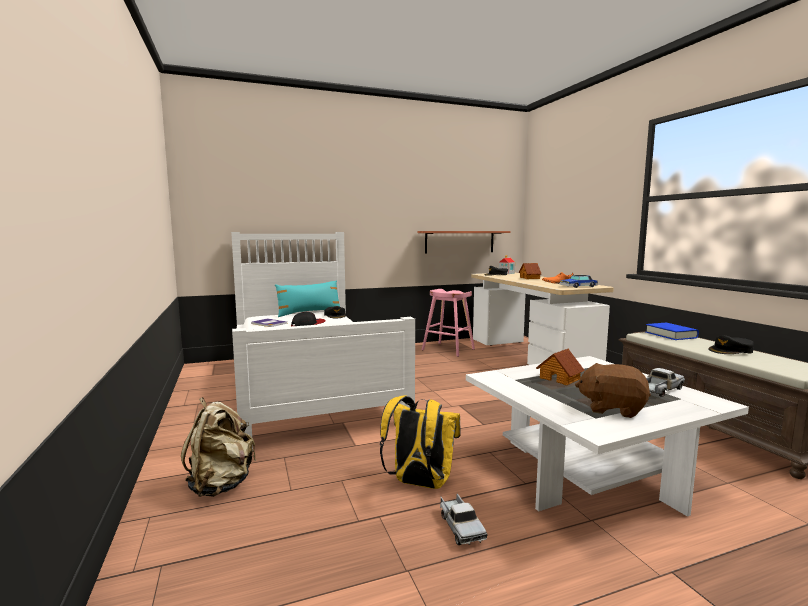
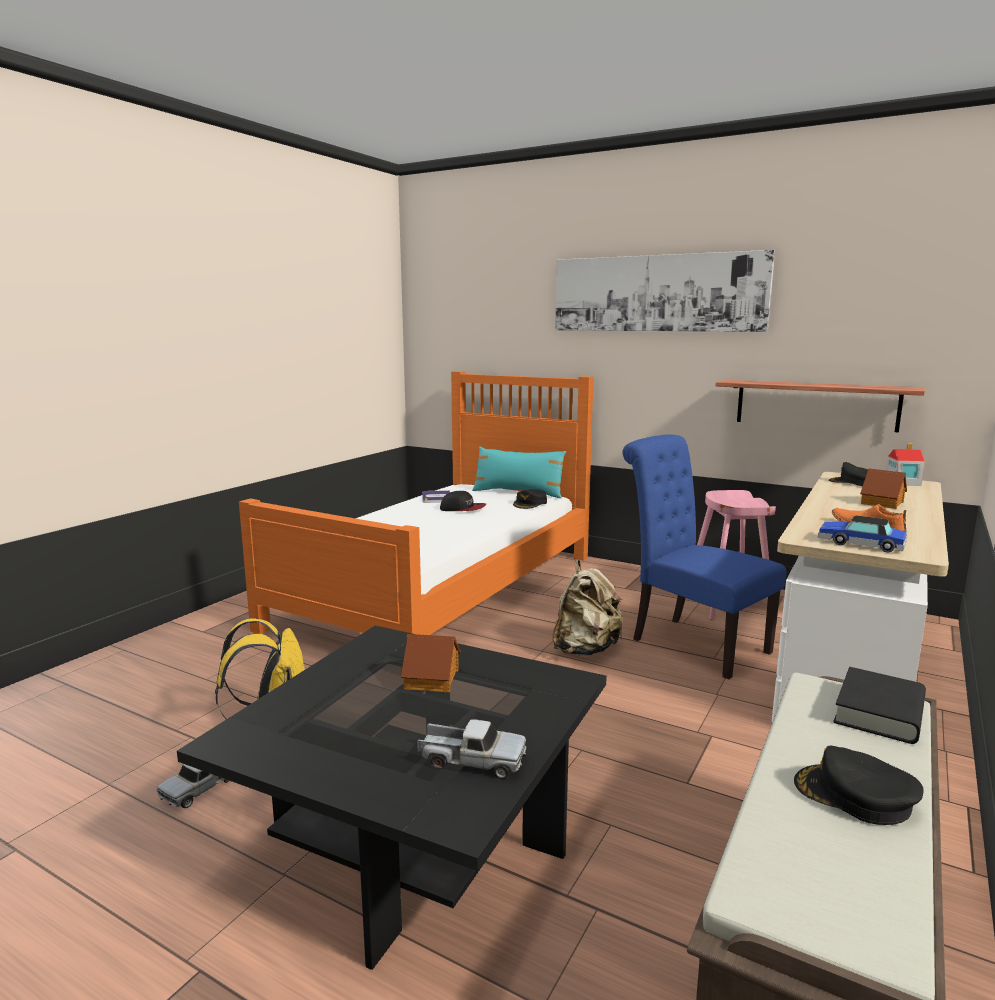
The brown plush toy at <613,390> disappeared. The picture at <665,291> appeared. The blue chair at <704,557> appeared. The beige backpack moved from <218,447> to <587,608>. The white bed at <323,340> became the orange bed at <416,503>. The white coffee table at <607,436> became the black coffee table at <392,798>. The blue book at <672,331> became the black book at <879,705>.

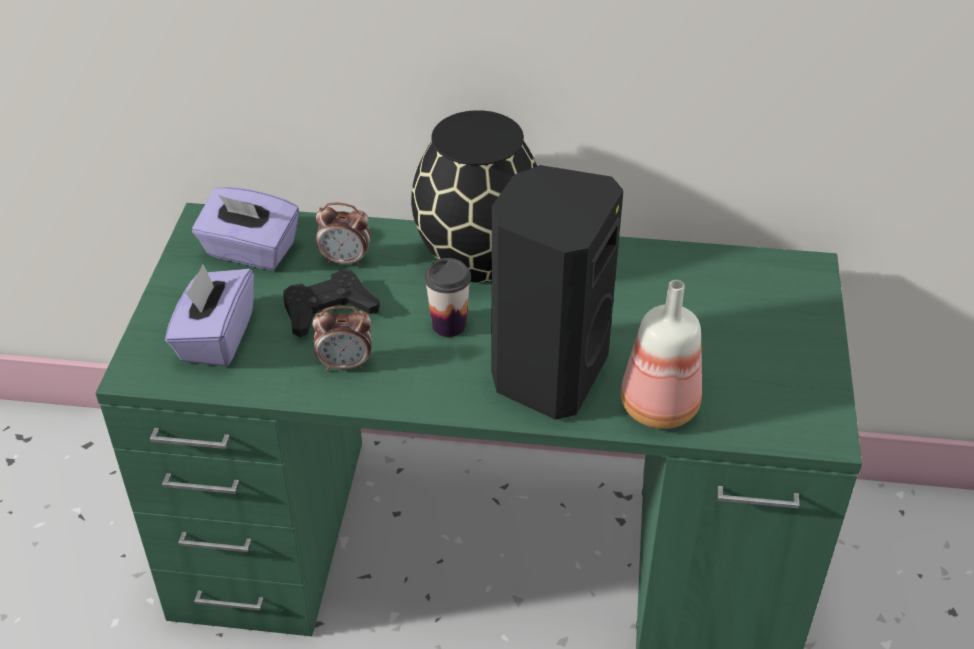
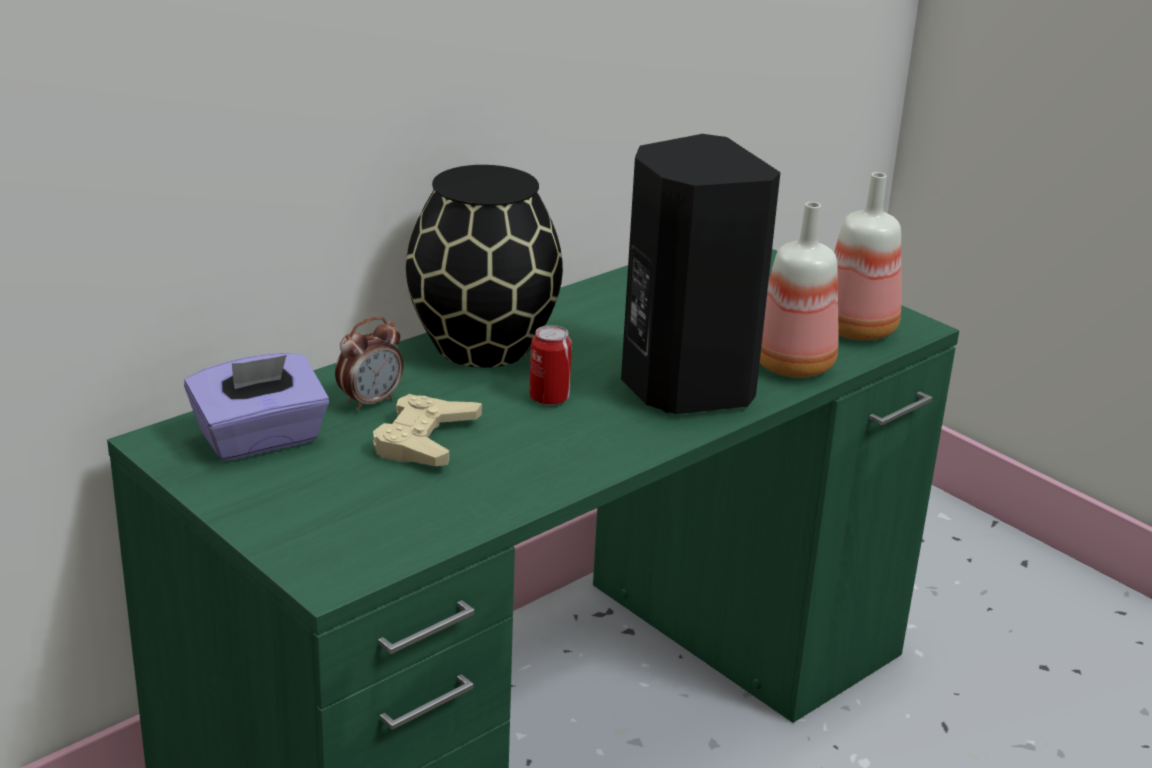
The purple tissue box at <209,316> disappeared. The alarm clock at <342,338> disappeared. The bottle at <868,256> appeared. The cup at <447,297> was replaced by the can at <550,365>. The black game controller at <331,304> became the beige game controller at <427,430>.

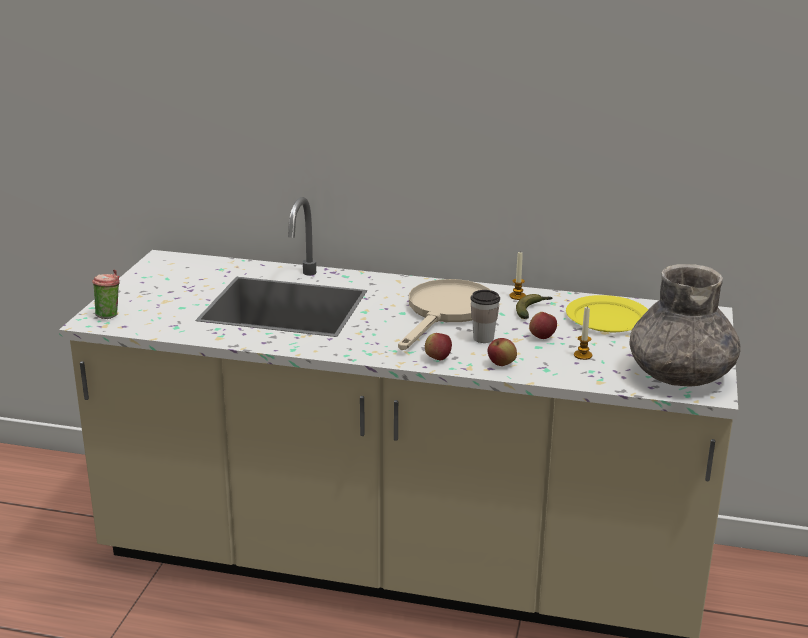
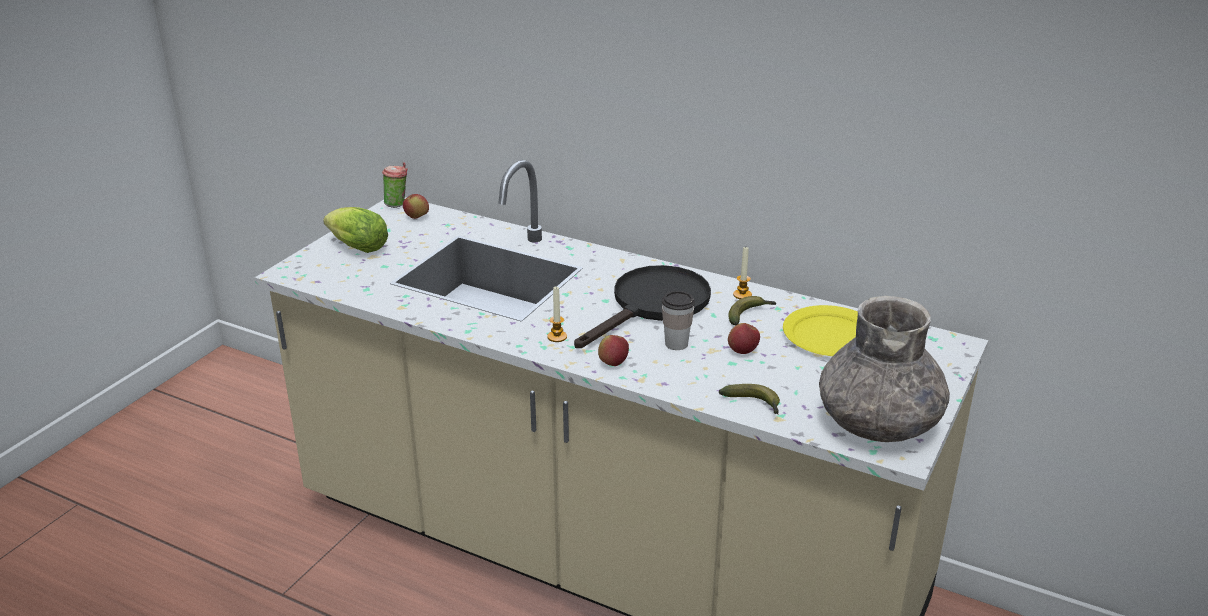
The lettuce at <355,230> appeared. The banana at <749,399> appeared. The cup moved from <105,294> to <395,185>. The apple moved from <502,352> to <416,206>. The candle moved from <583,333> to <557,314>. The beige frying pan at <444,314> became the black frying pan at <642,306>.

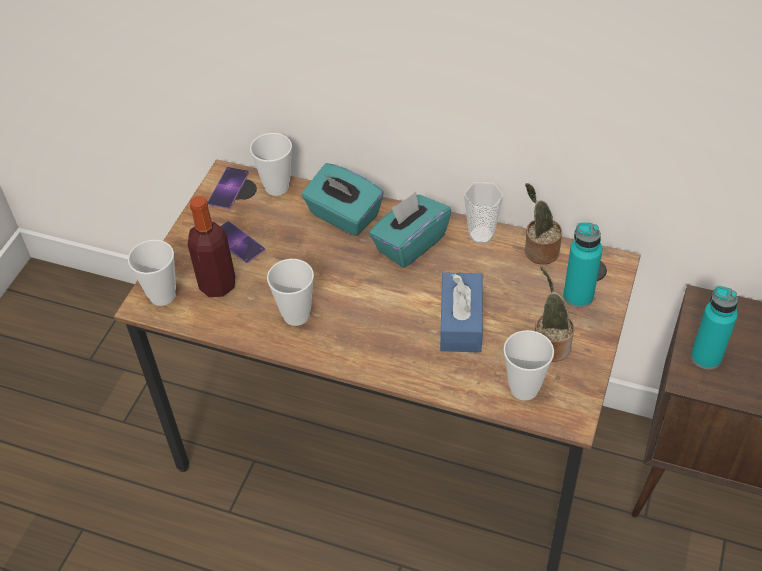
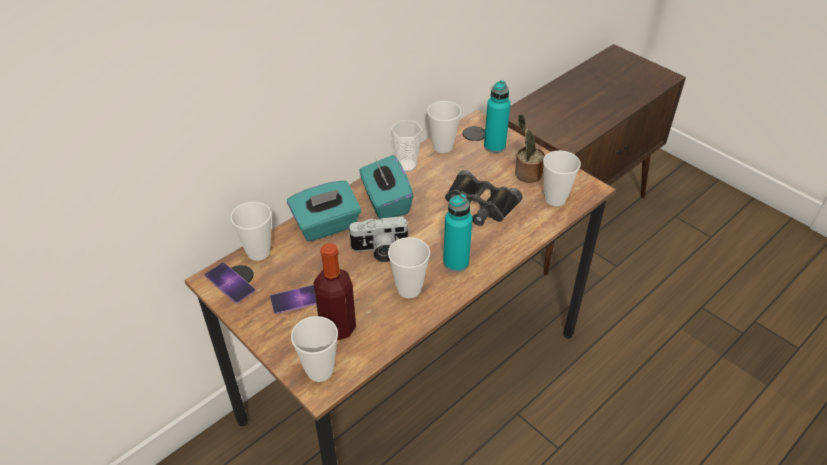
The photo camera at <379,239> appeared. The turquoise bottle moved from <714,328> to <458,233>. The blue tissue box at <461,312> was replaced by the black binoculars at <484,198>. The potted plant at <543,223> was replaced by the cup at <444,127>.

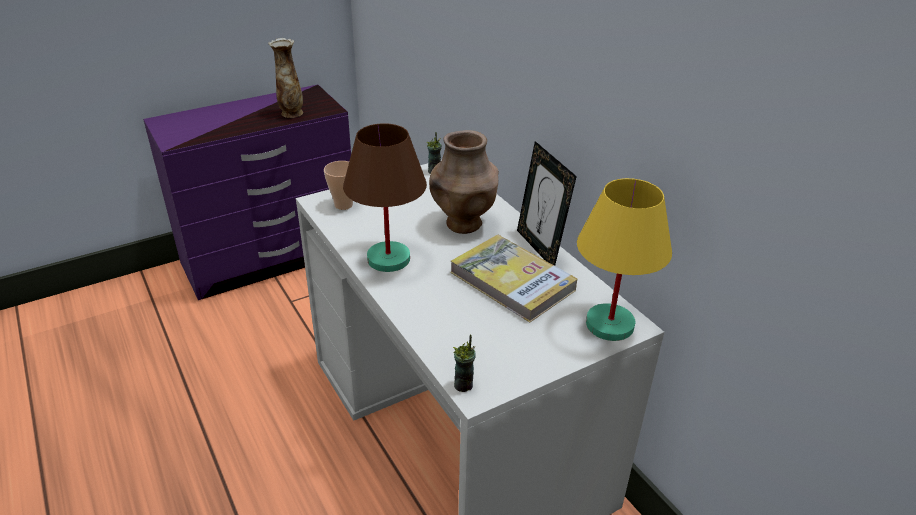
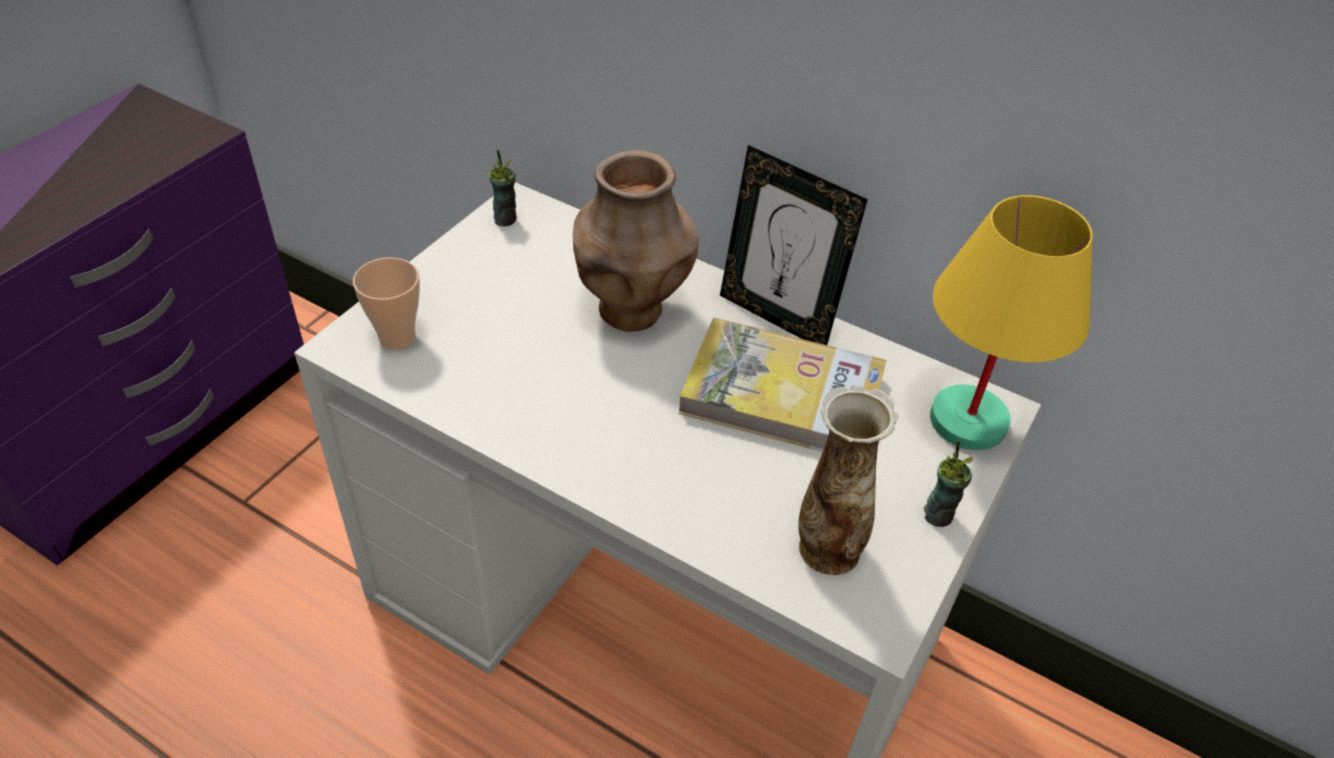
The brown table lamp at <385,197> disappeared. The vase moved from <285,78> to <848,480>. The cup moved from <464,363> to <948,484>.

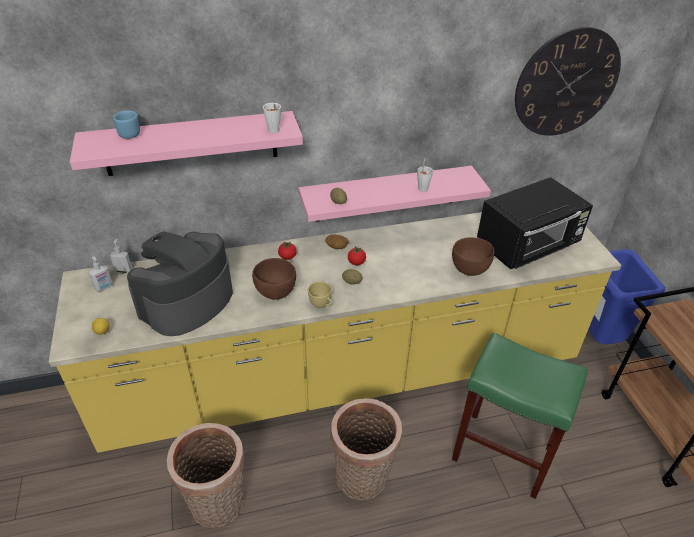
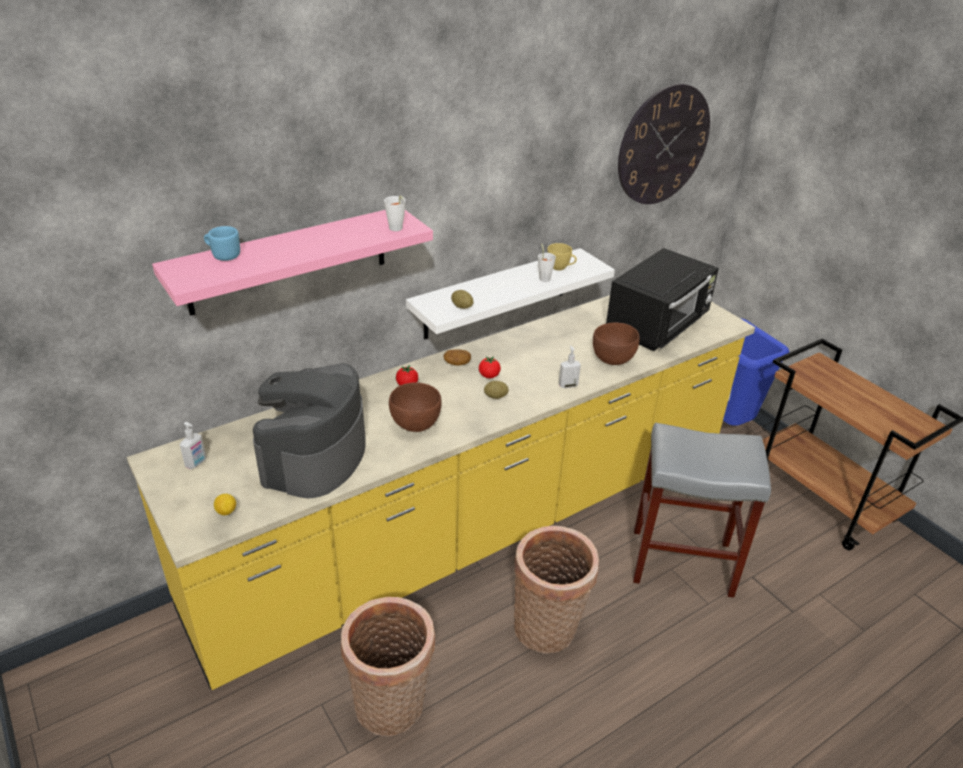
The soap dispenser moved from <121,256> to <570,366>. The yellow cup moved from <320,294> to <562,256>. The pink shelf at <395,194> became the white shelf at <510,293>. The green stool at <520,416> became the grey stool at <702,510>.

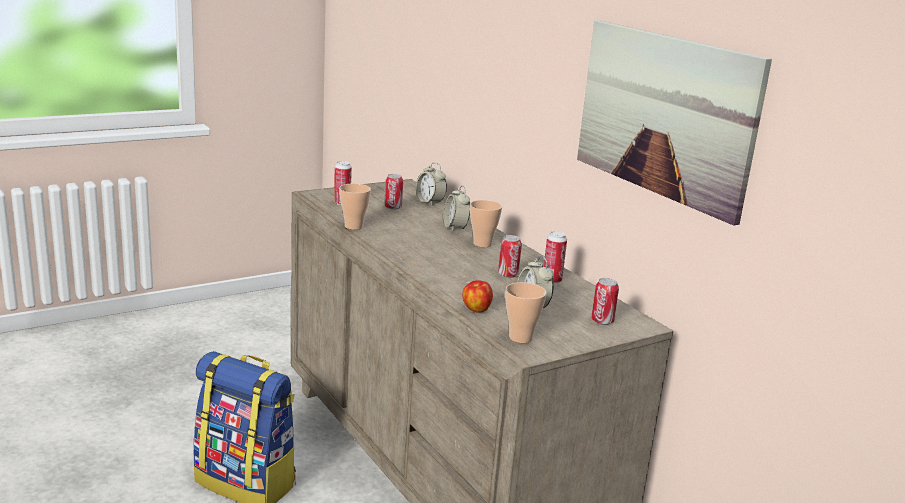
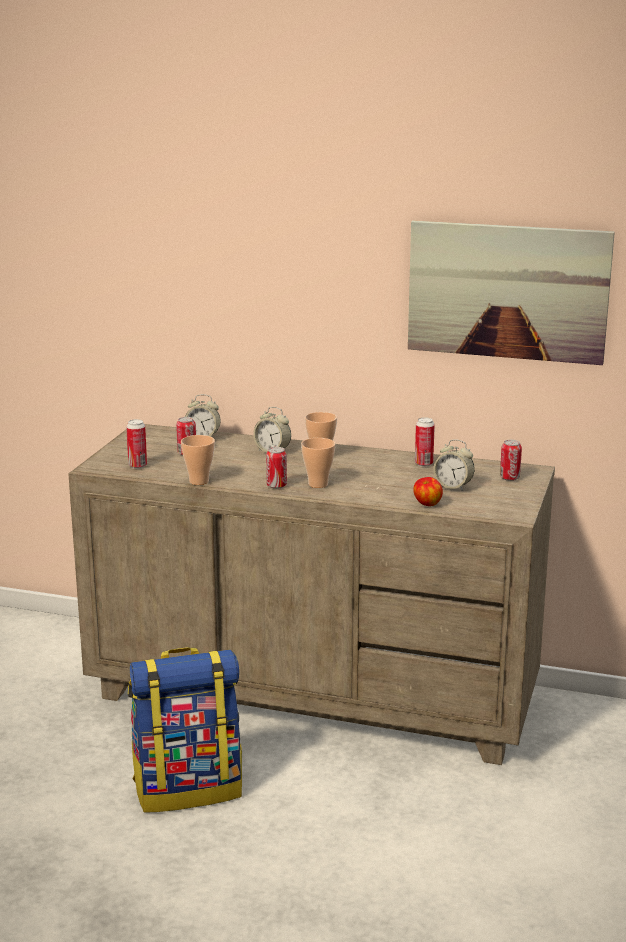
The can moved from <510,256> to <276,468>. The cup moved from <526,312> to <318,463>.

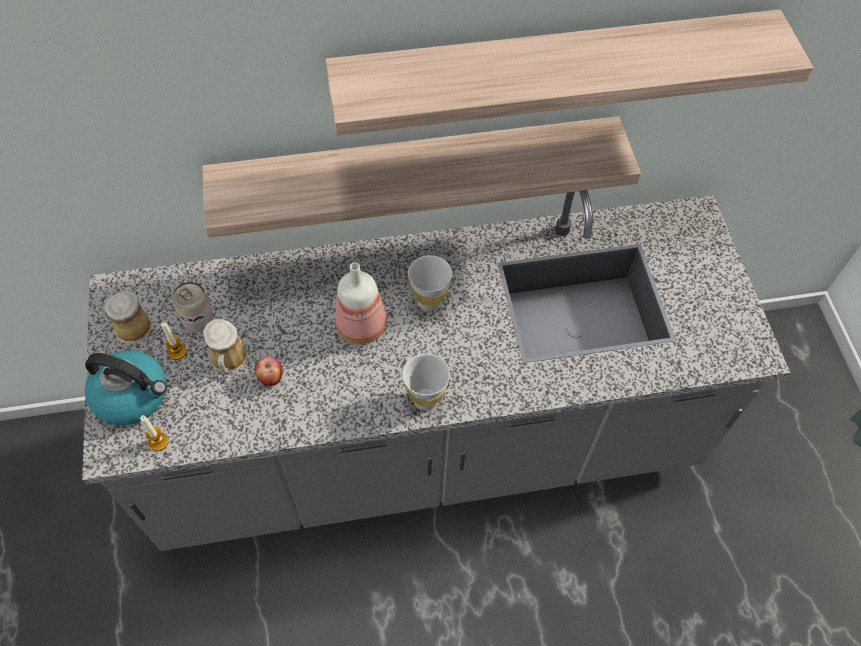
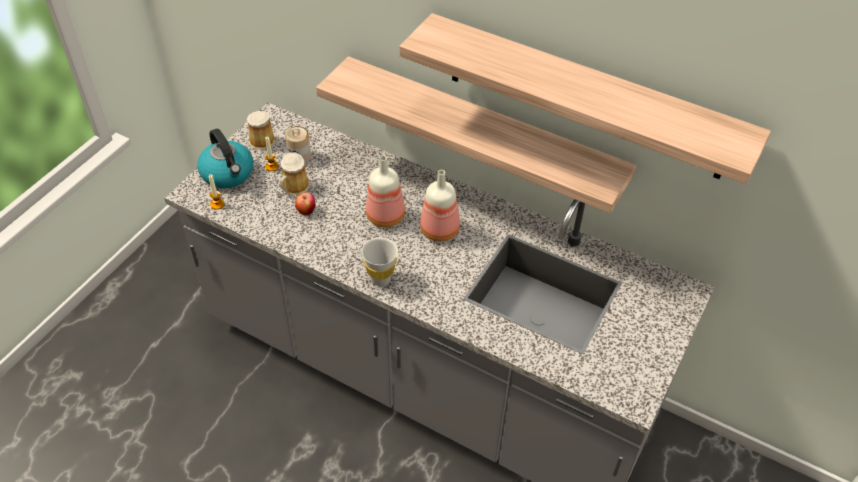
The white cup at <430,283> was replaced by the bottle at <440,205>.

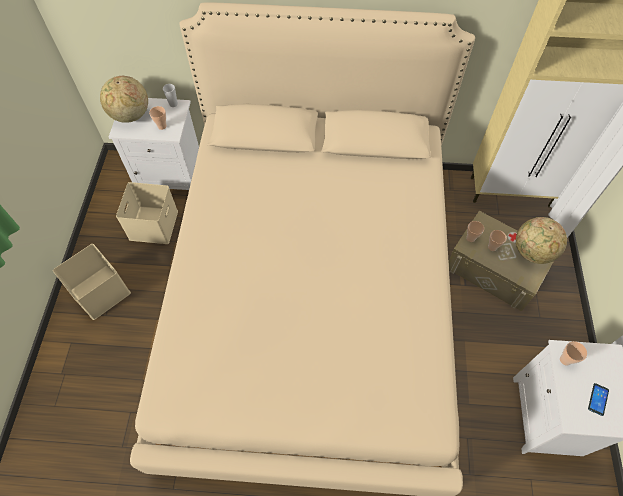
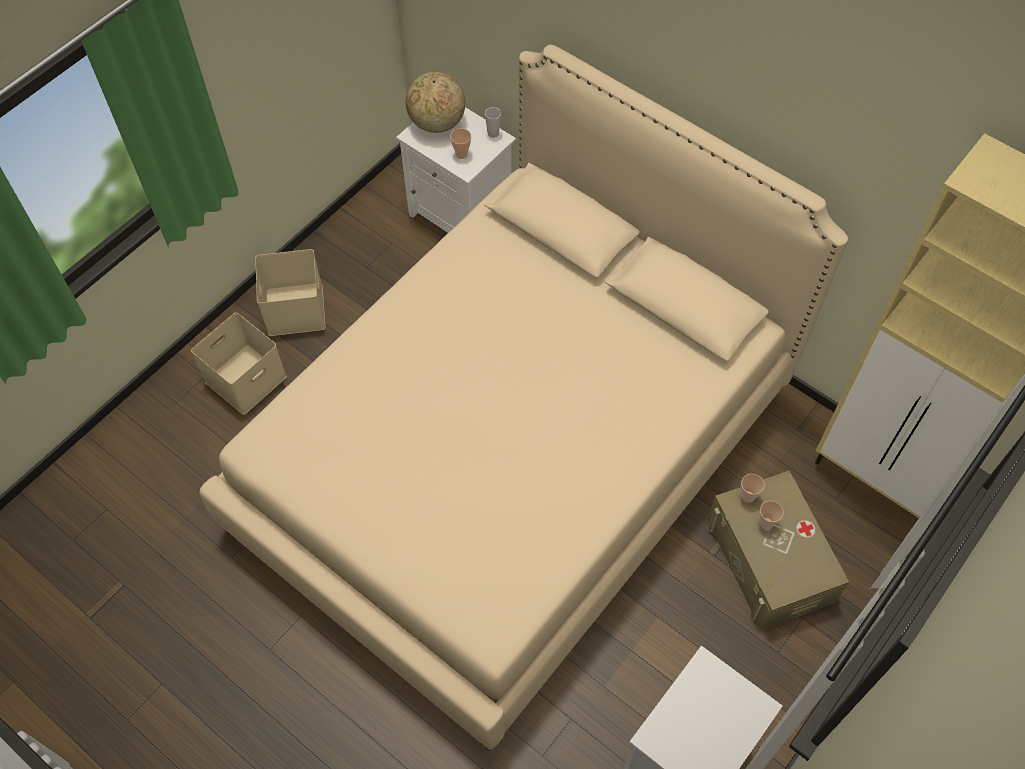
The globe at <541,240> disappeared. The cup at <573,353> disappeared. The phone at <598,399> disappeared. The beige storage box moved from <147,213> to <239,364>.

